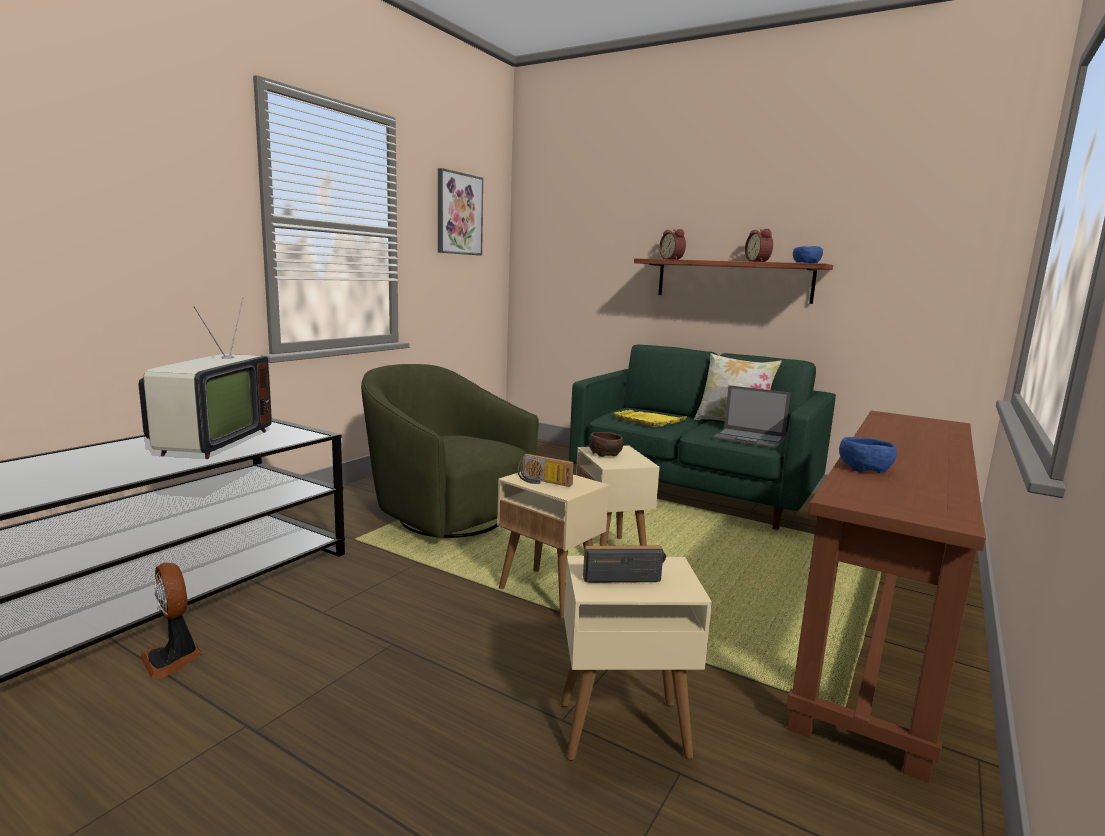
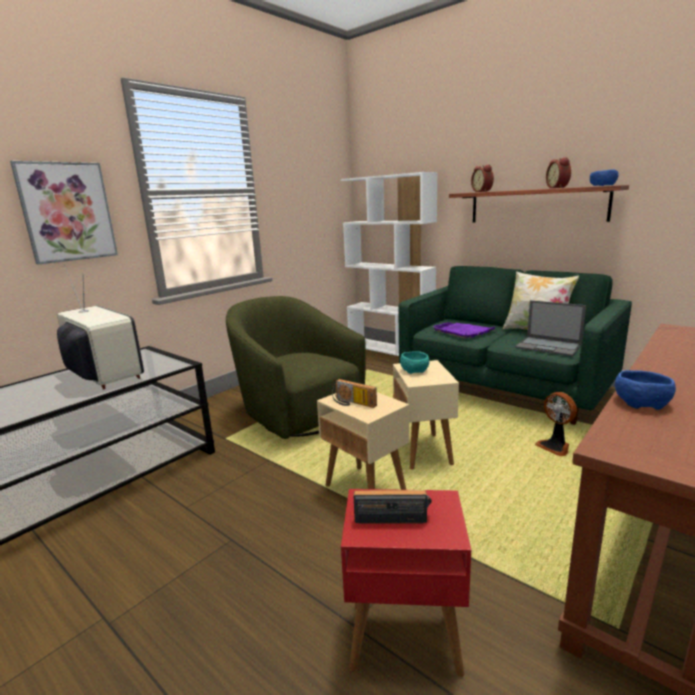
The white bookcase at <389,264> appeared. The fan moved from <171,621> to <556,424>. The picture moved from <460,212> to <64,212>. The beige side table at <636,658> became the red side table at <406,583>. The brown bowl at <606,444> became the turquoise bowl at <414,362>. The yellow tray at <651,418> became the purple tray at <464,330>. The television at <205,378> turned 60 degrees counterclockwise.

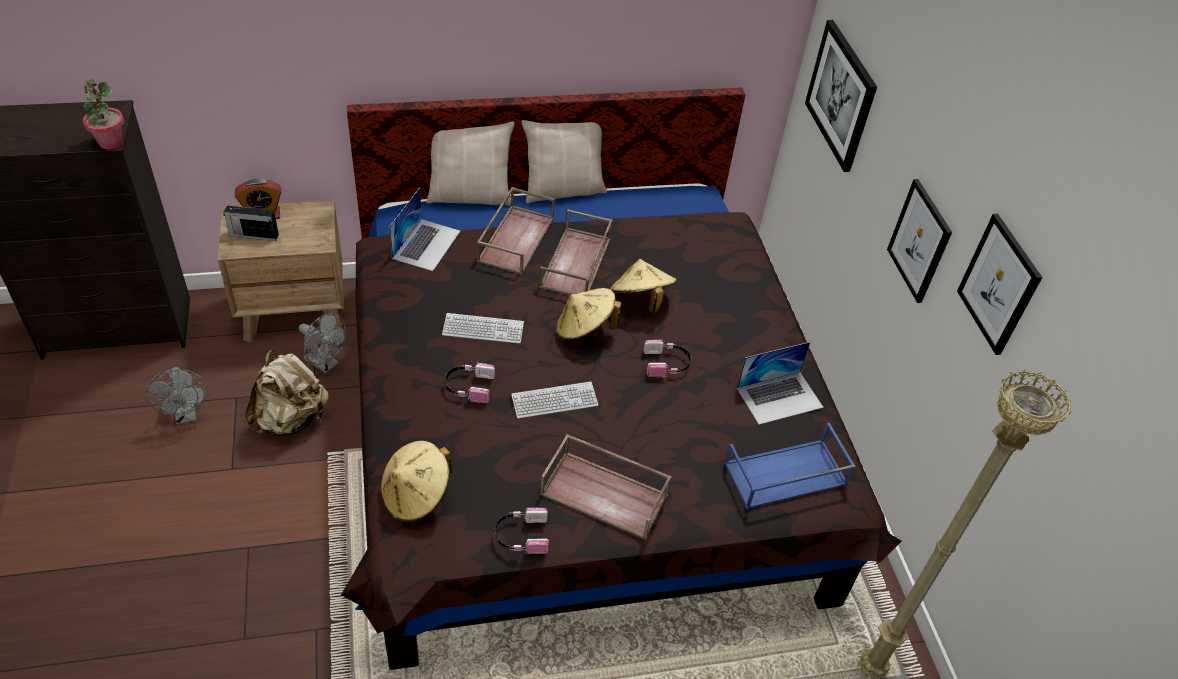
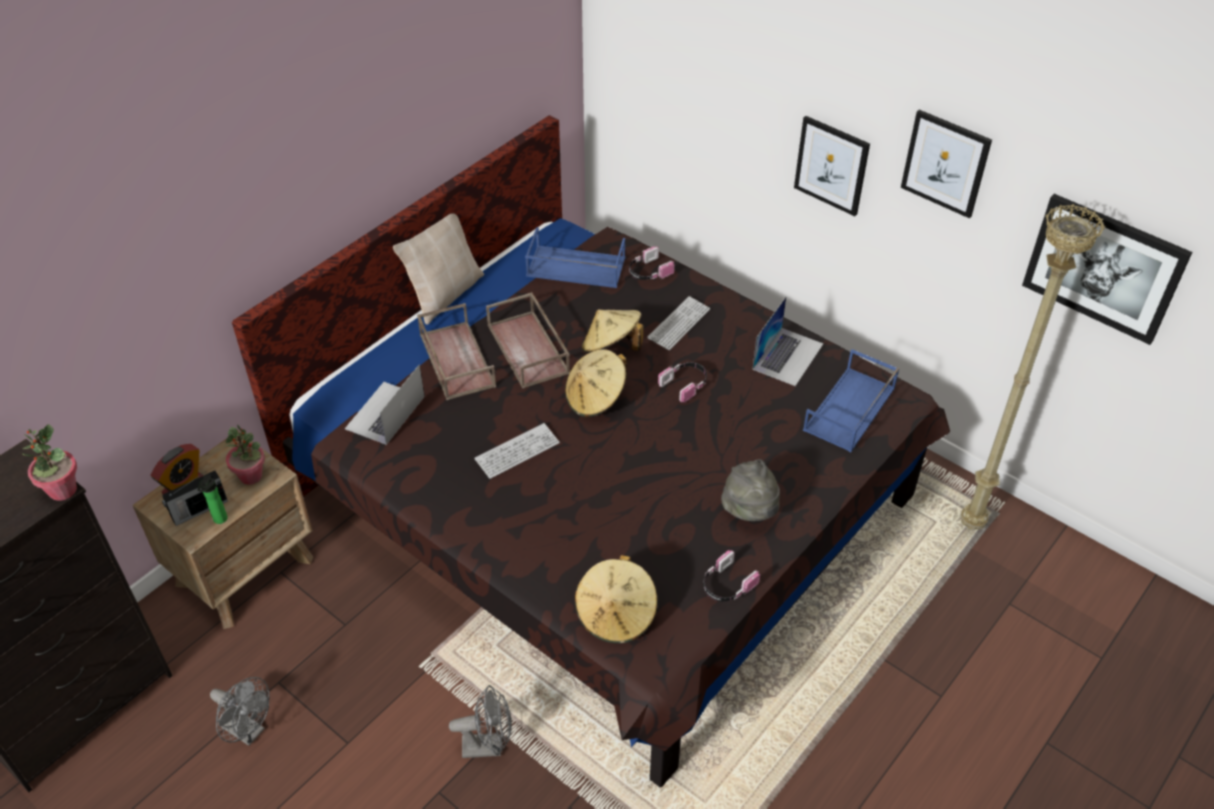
The beige backpack at <287,393> disappeared. The beige pillow at <471,163> disappeared. The bottle at <212,499> appeared. The potted plant at <245,454> appeared. The blue tray at <575,257> appeared. The grey fan moved from <322,343> to <480,721>. The headphones moved from <470,383> to <651,263>. The keyboard moved from <554,400> to <678,323>. The picture moved from <841,96> to <1107,269>. The brown tray at <606,487> was replaced by the grey hat at <750,490>. The laptop at <425,229> turned 135 degrees counterclockwise.

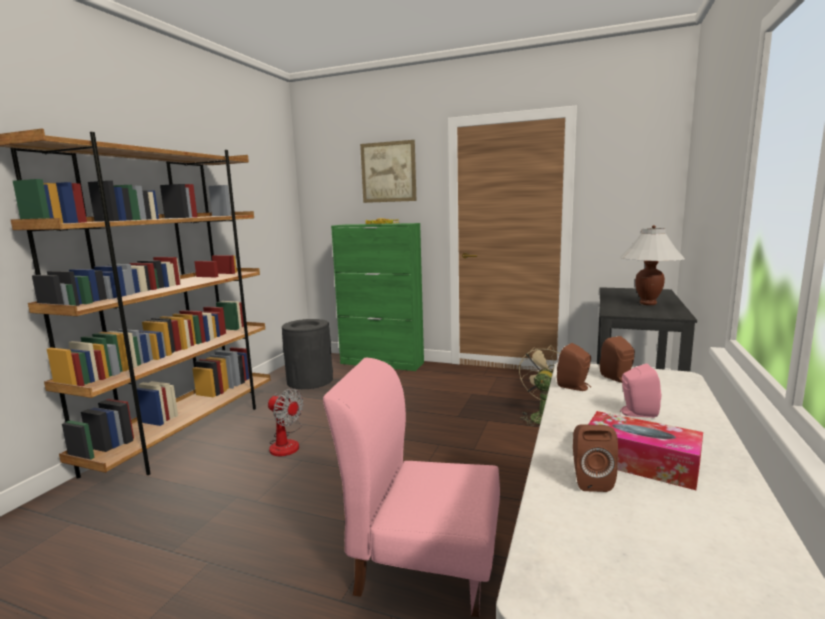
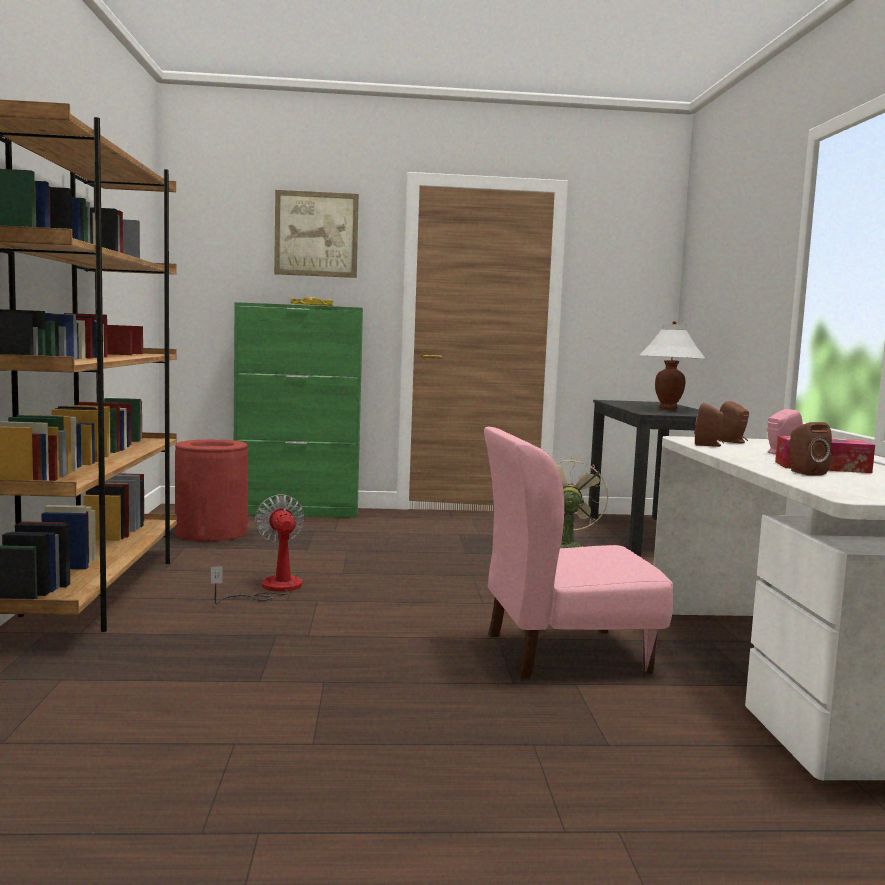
The black trash can at <307,354> became the red trash can at <212,490>. The fan at <286,422> turned 120 degrees counterclockwise.

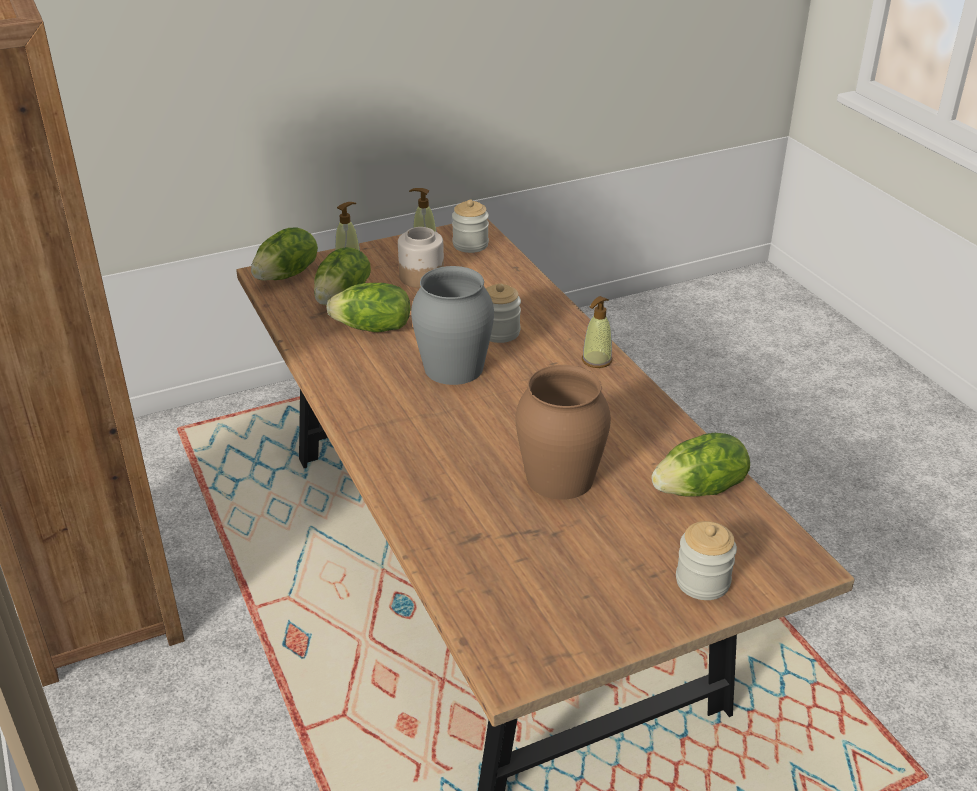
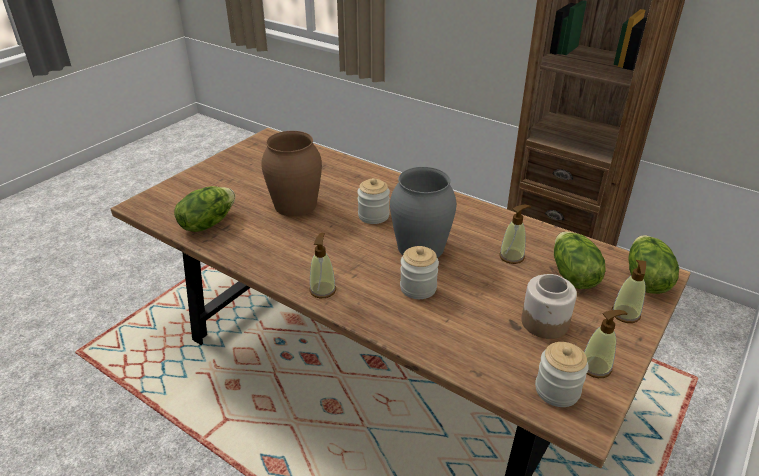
The jar moved from <706,560> to <373,201>. The lettuce at <368,307> was replaced by the soap dispenser at <515,234>.

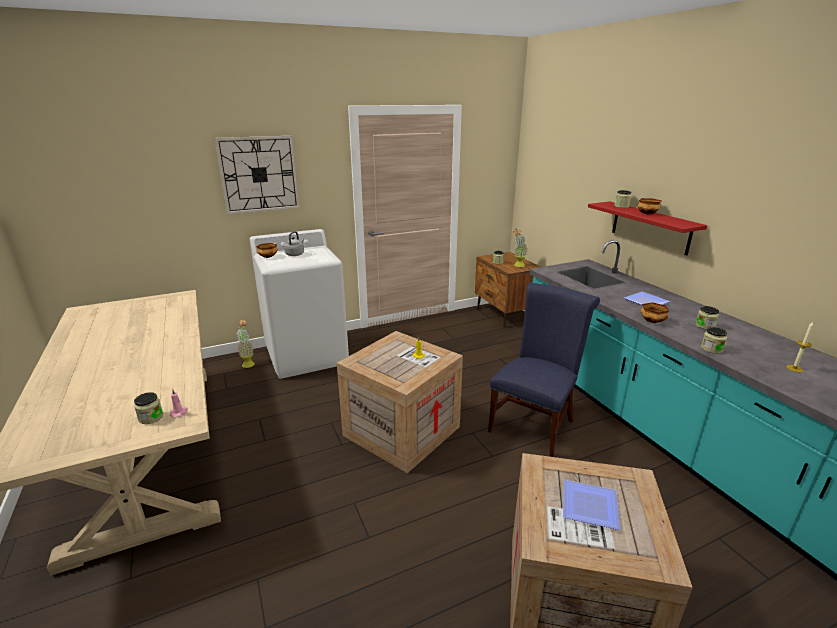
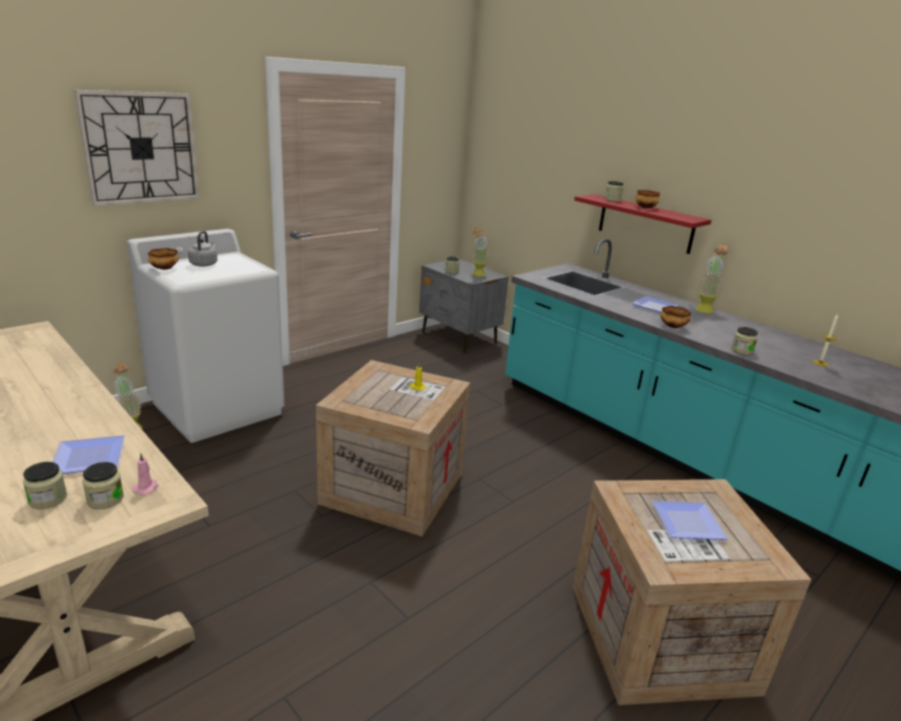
The blue chair at <544,369> disappeared. The plate at <88,454> appeared. The potted plant at <711,279> appeared. The jar moved from <707,318> to <45,485>. The brown nightstand at <508,290> became the grey nightstand at <464,306>.

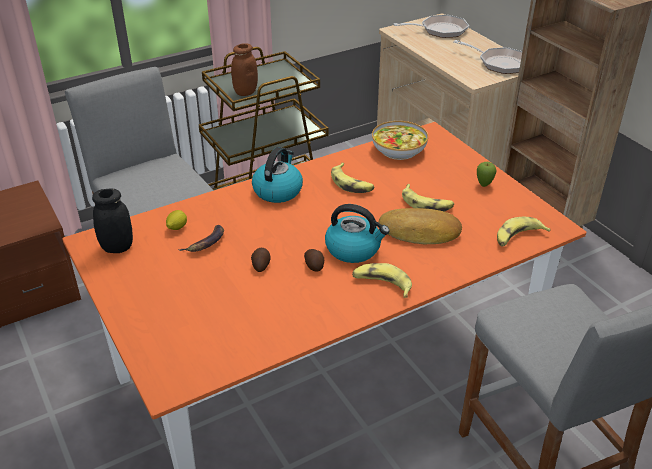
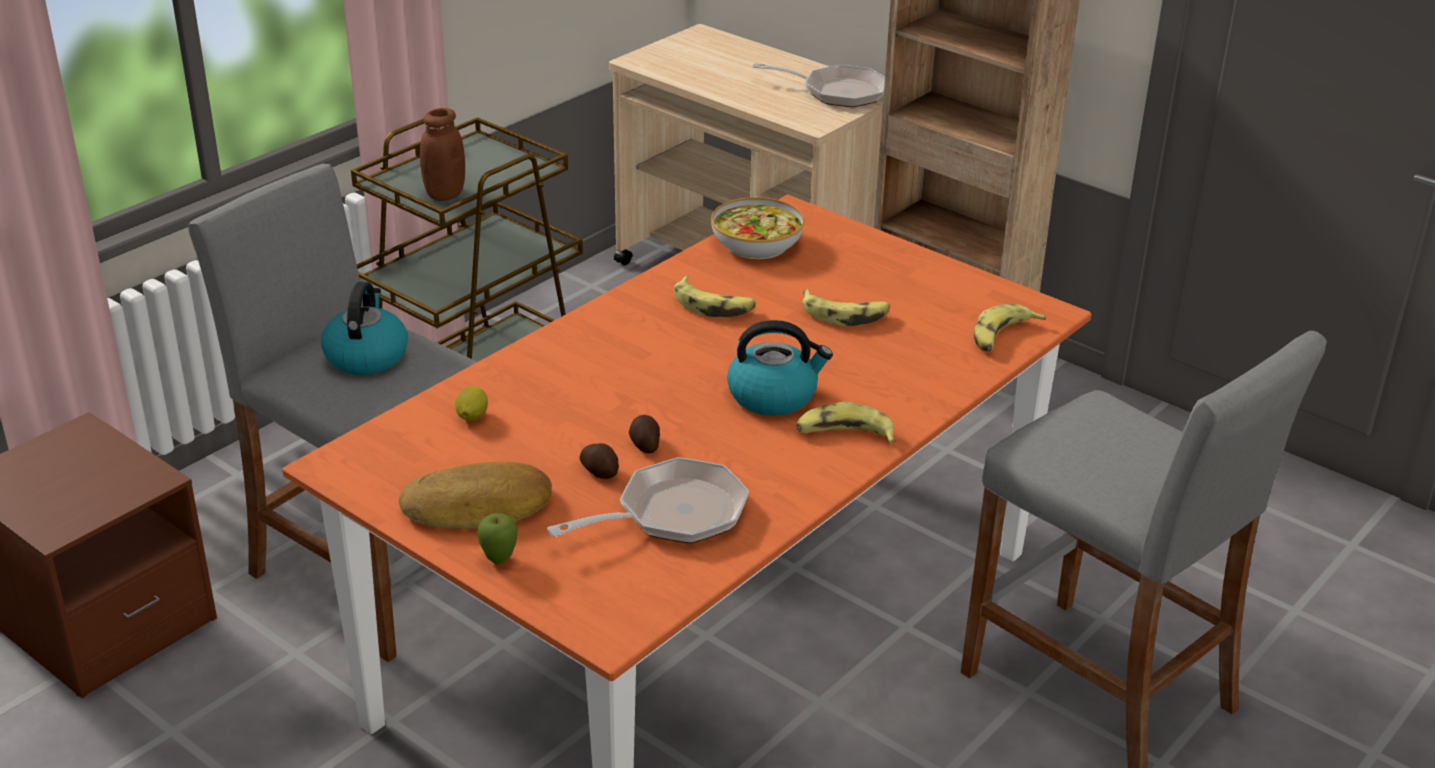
The black jar at <112,221> disappeared. The banana at <201,238> disappeared. The kettle moved from <277,175> to <364,328>. The potato moved from <314,260> to <599,461>. The bread moved from <420,226> to <475,495>. The frying pan moved from <431,26> to <648,500>. The apple moved from <487,174> to <497,539>.

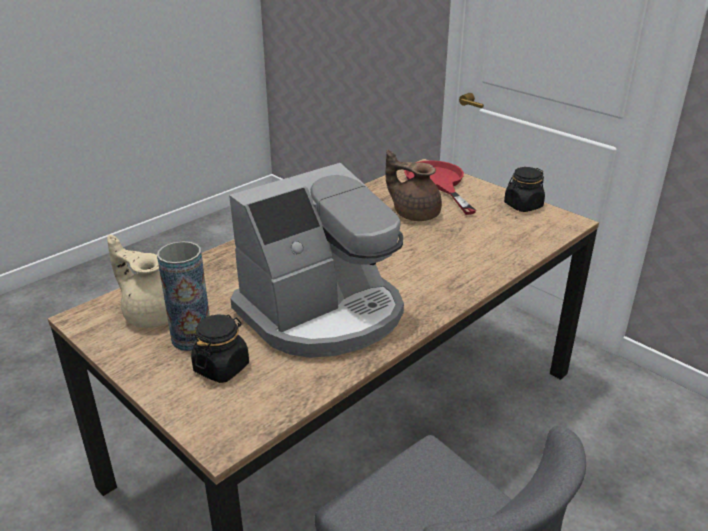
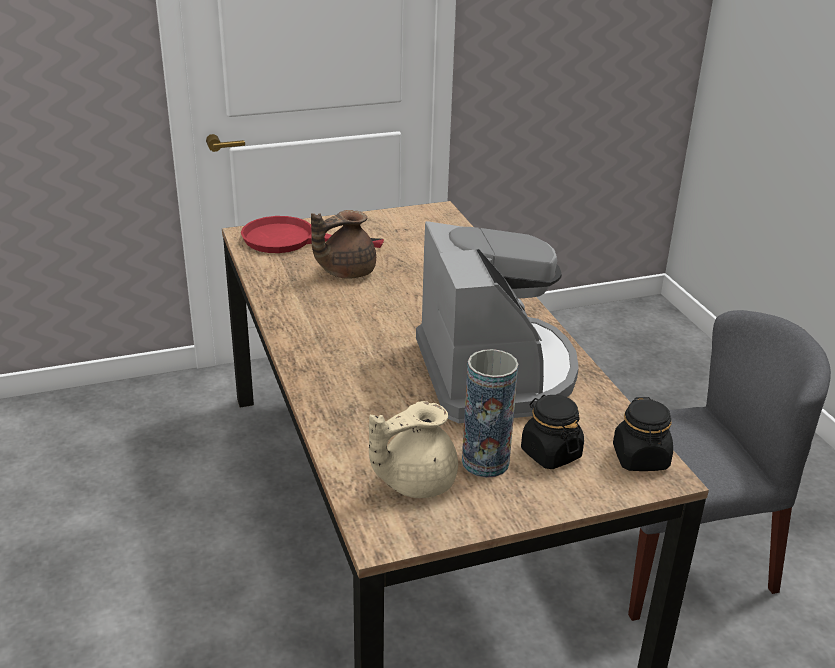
The black jar moved from <524,189> to <643,434>.

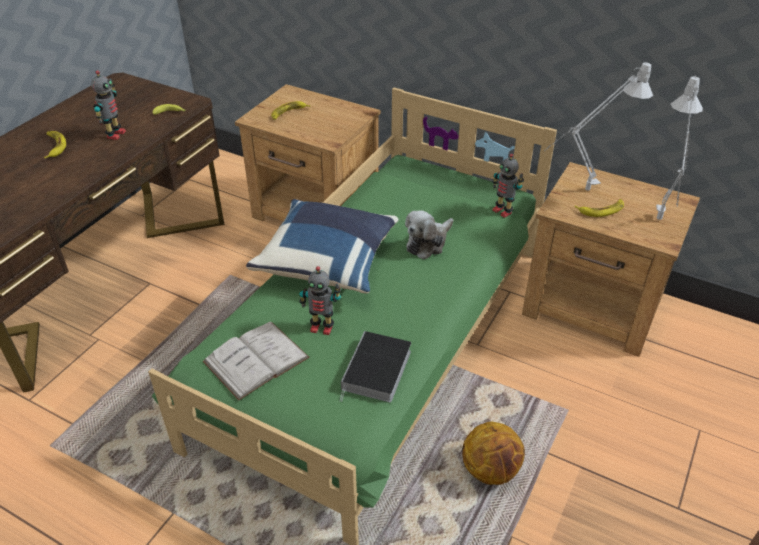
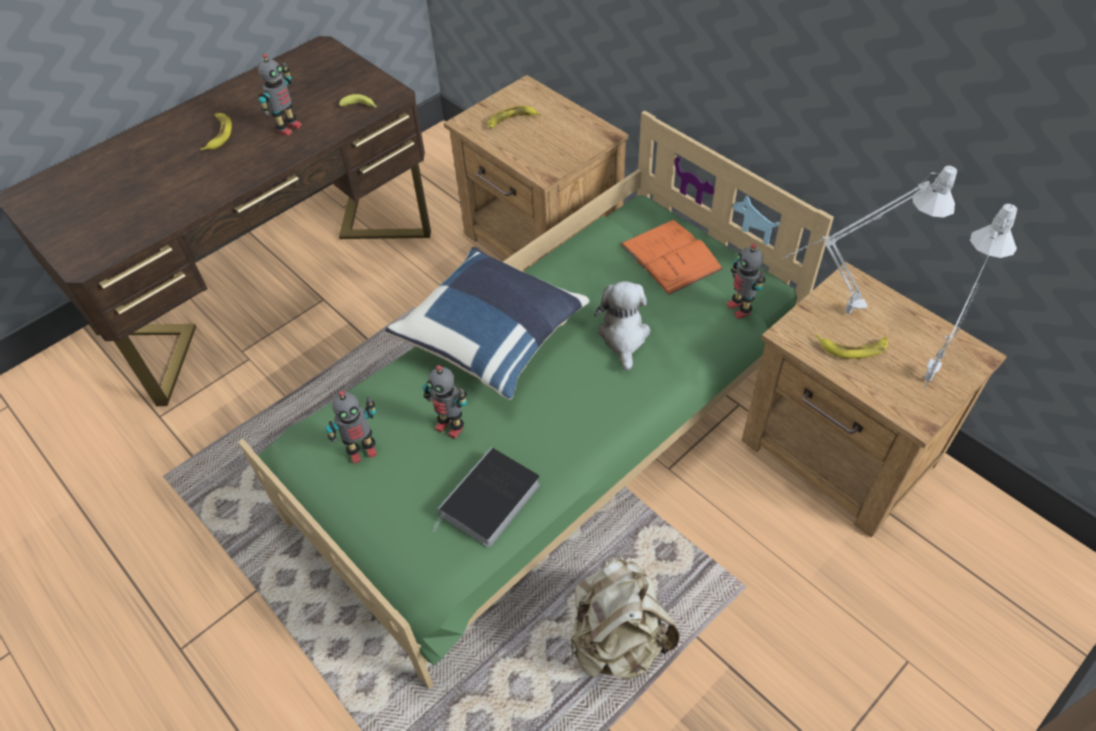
The orange book at <671,257> appeared. The white book at <256,361> was replaced by the toy robot at <351,427>. The basketball at <493,453> was replaced by the beige backpack at <625,618>. The plush toy at <429,234> turned 120 degrees clockwise.

